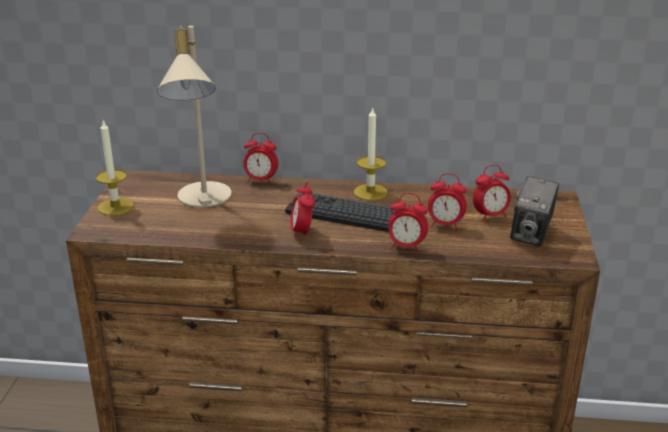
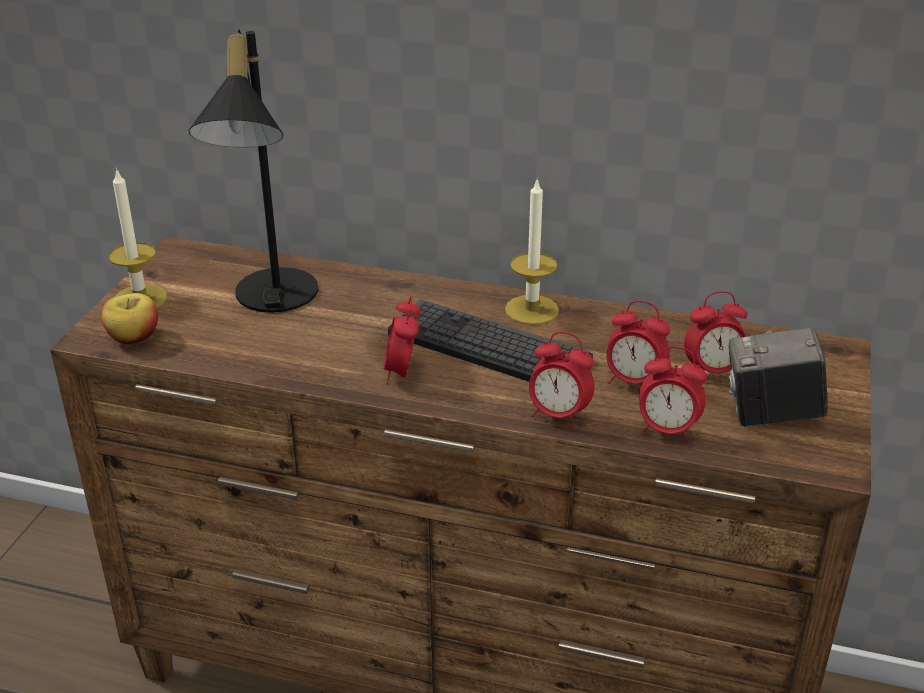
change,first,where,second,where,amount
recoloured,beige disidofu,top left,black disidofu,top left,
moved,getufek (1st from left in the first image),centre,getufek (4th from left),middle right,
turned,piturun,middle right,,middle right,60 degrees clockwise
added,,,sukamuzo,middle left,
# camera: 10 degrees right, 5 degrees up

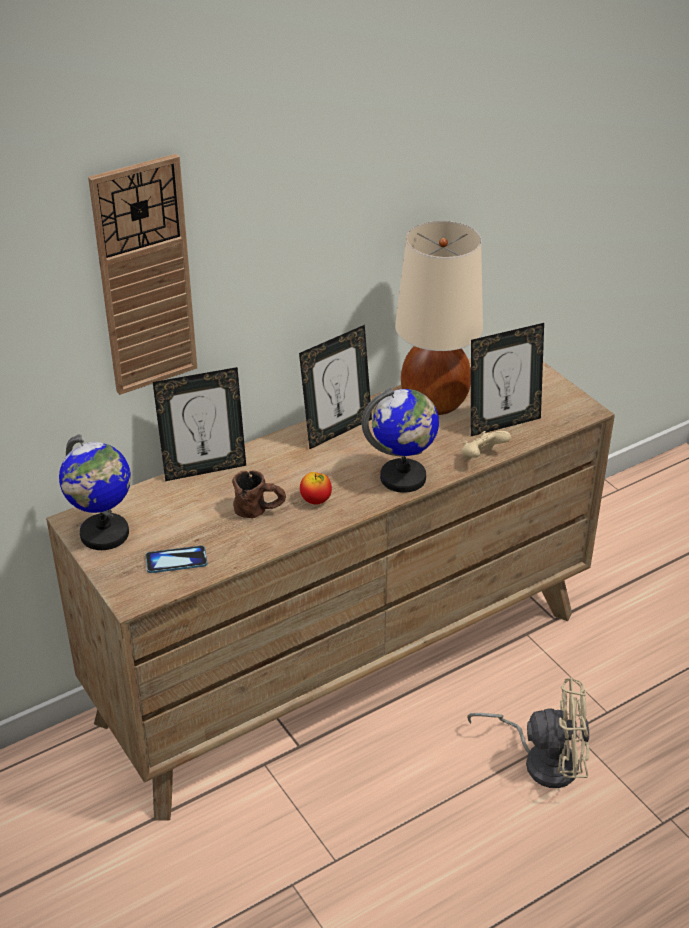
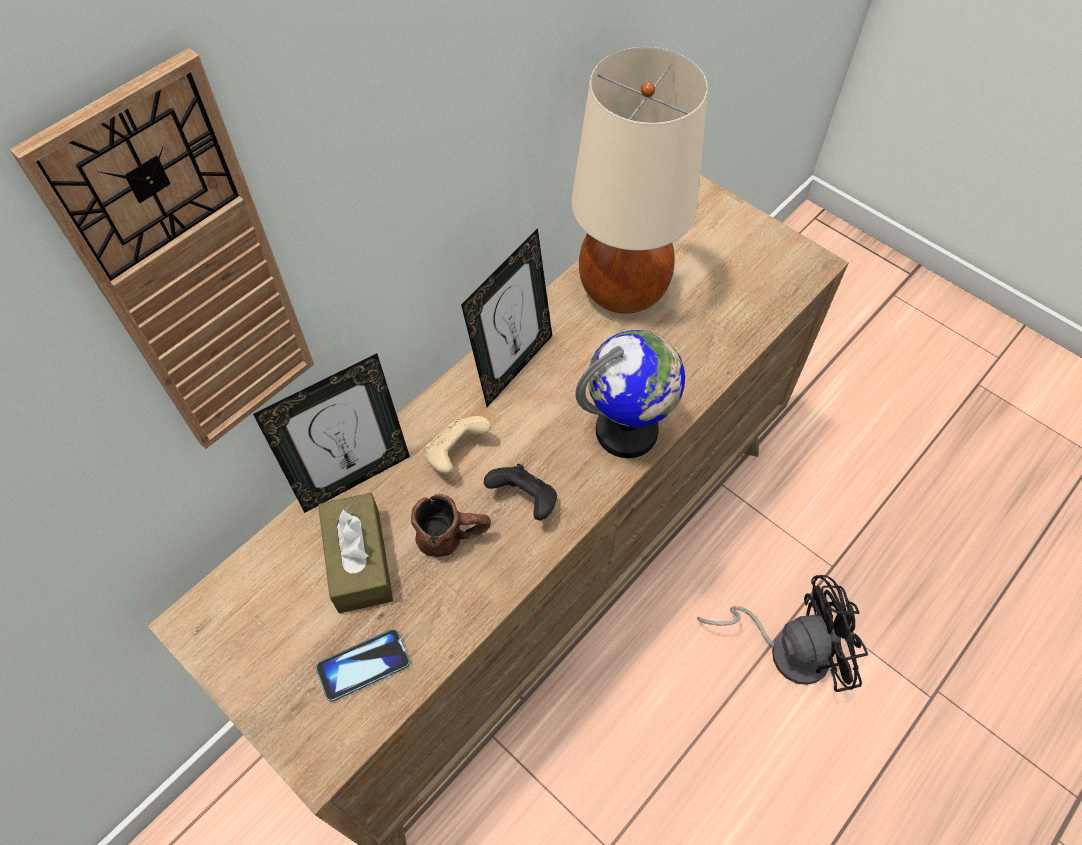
change,first,where,second,where,amount
removed,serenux (3rd from left),middle right,,,
moved,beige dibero,middle right,,centre,
removed,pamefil (1st from left),middle left,,,
replaced,sukamuzo,centre,black dibero,centre,
recoloured,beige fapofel,bottom right,black fapofel,bottom right,
added,,,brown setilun,middle left,
# camera: 15 degrees left, 20 degrees up

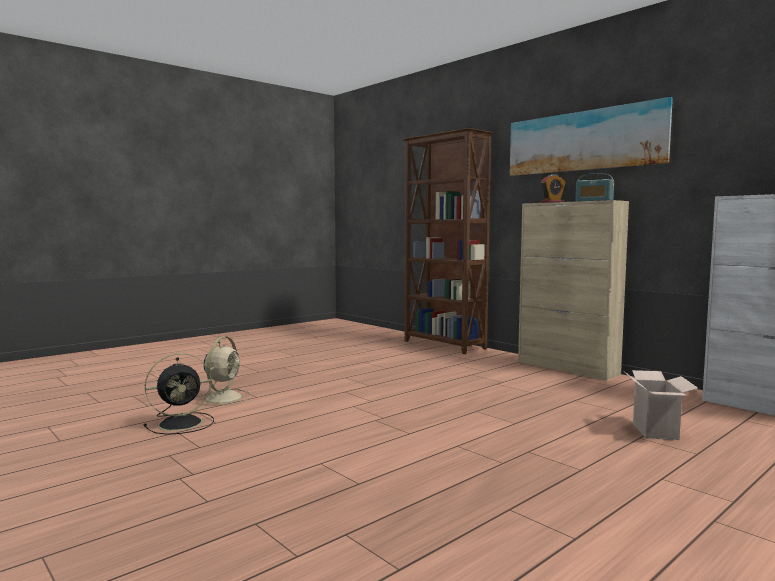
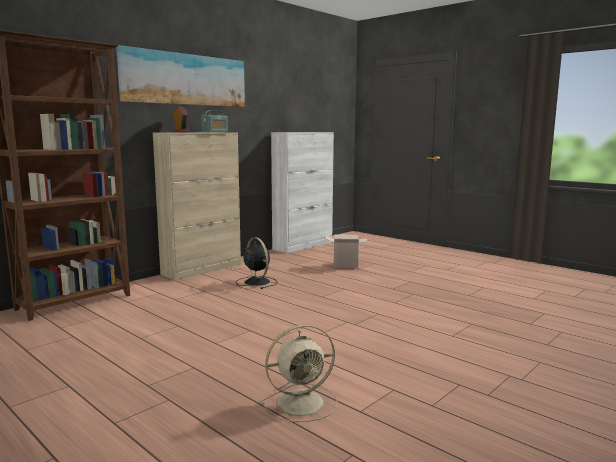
change,first,where,second,where,amount
turned,beige fapofel,middle left,,bottom centre,150 degrees clockwise
moved,black fapofel,bottom left,,centre,
# camera: 95 degrees left, 5 degrees up

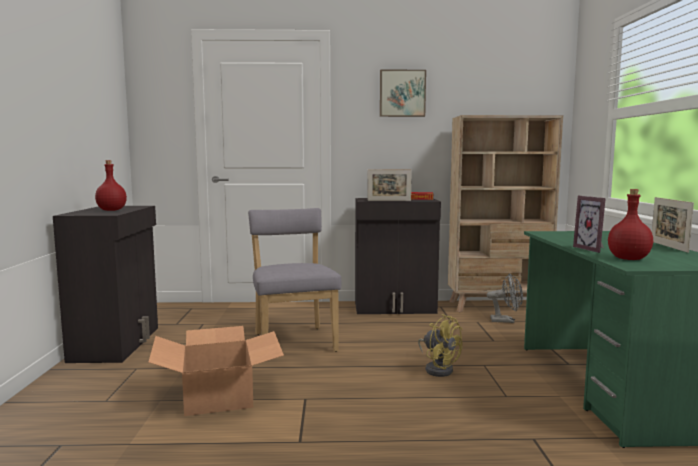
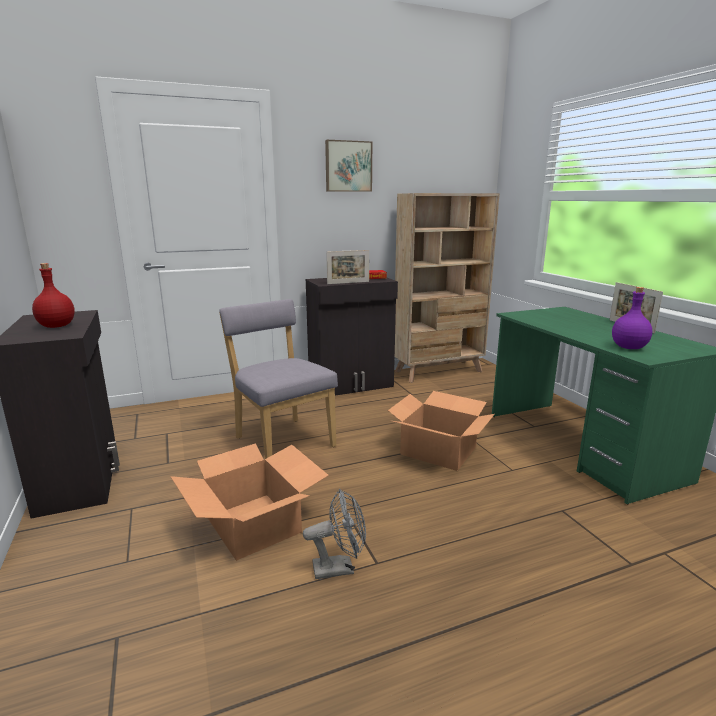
change,first,where,second,where,amount
recoloured,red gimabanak (2nd from left),middle right,purple gimabanak,middle right,
removed,serenux (2nd from left),middle right,,,
moved,grey fapofel,middle right,,bottom centre,
replaced,yellow fapofel,bottom centre,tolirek (2nd from left),centre,
# camera: 20 degrees left, 10 degrees up

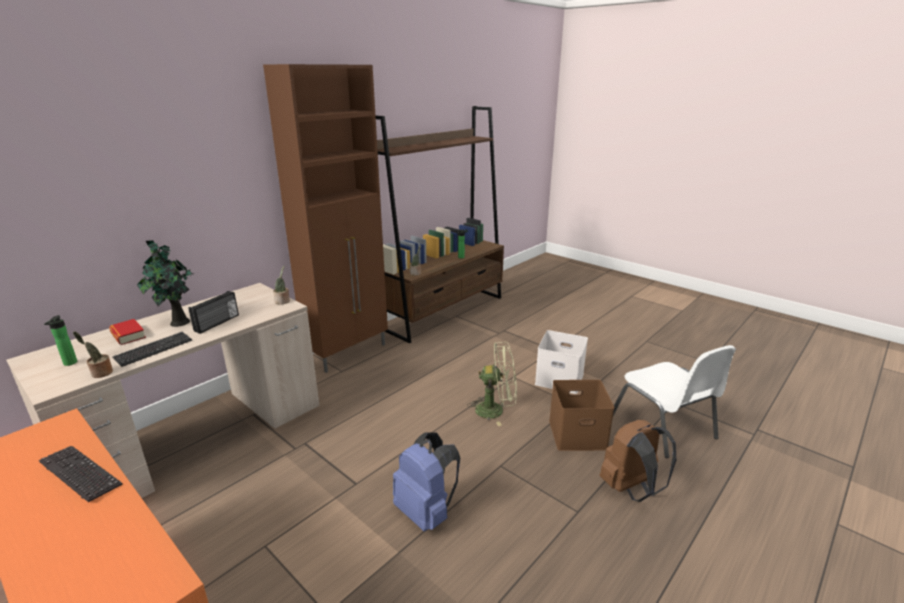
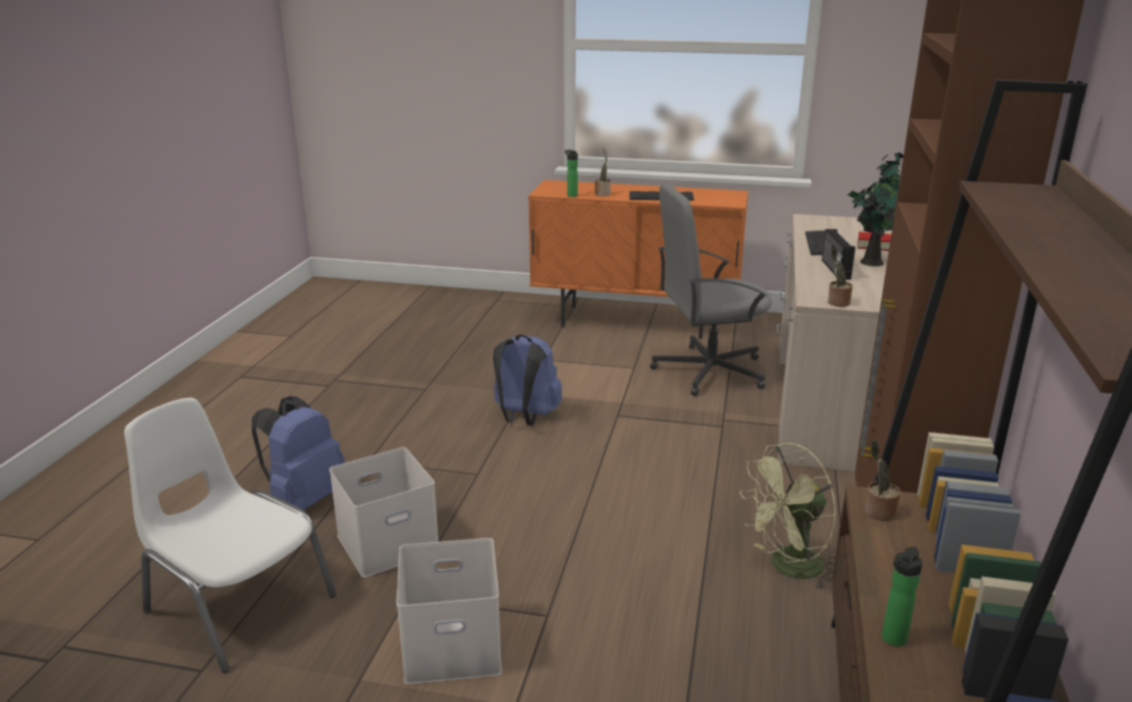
change,first,where,second,where,amount
moved,gimabanak (1st from left),middle left,,top centre,
moved,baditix (1st from left),middle left,,top centre,
moved,green fapofel,centre,,bottom right,
recoloured,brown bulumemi,bottom centre,white bulumemi (1st from left),bottom centre,
recoloured,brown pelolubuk,bottom right,blue pelolubuk (1st from left),middle left,
added,,,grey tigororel,centre,
# camera: 150 degrees right, 0 degrees up

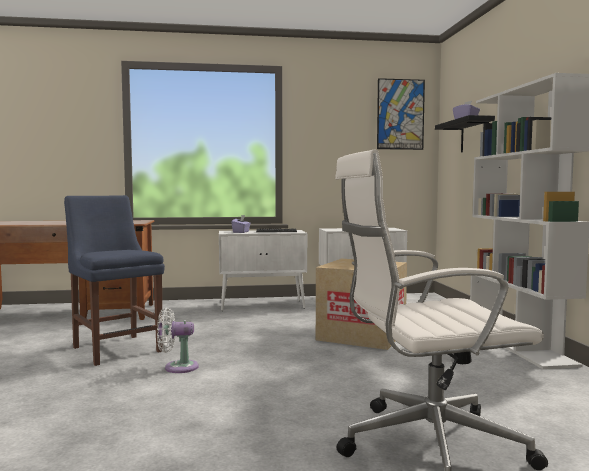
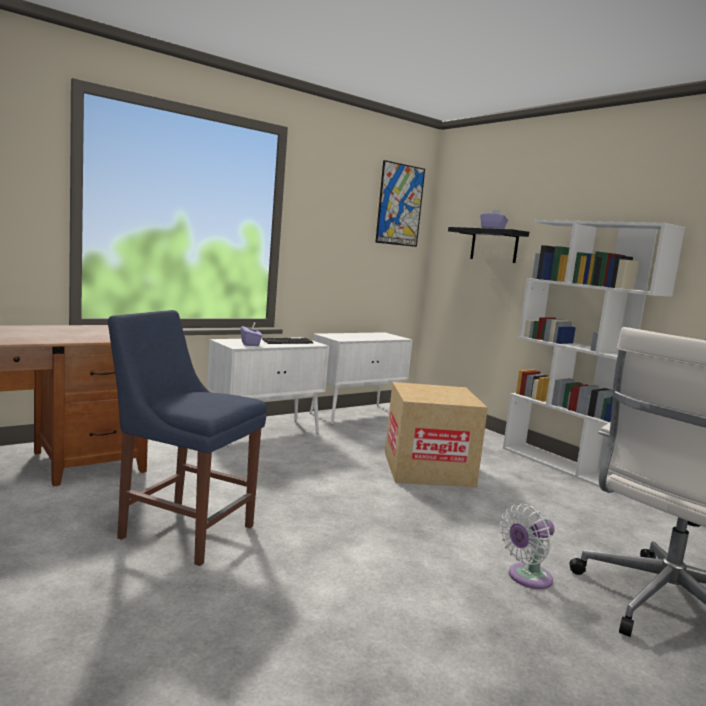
change,first,where,second,where,amount
moved,white fapofel,bottom left,,bottom right,
# camera: 30 degrees left, 5 degrees up

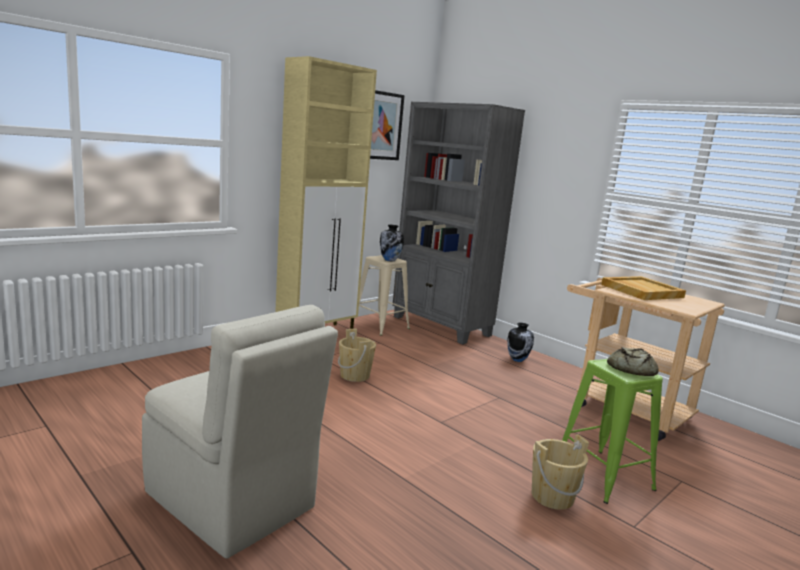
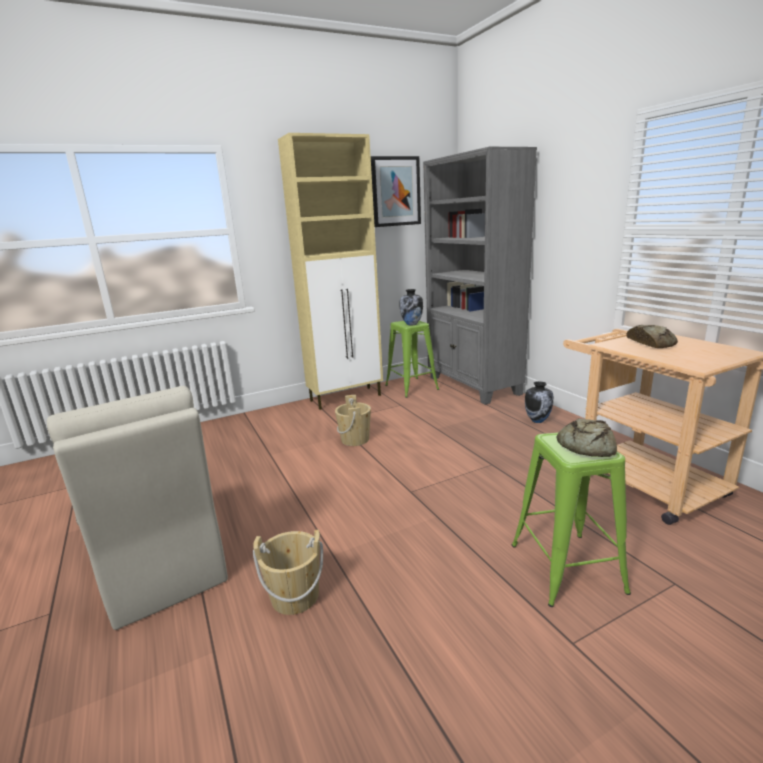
change,first,where,second,where,amount
recoloured,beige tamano,centre,green tamano (1st from left),centre,
replaced,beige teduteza,middle right,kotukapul (2nd from left),middle right,
moved,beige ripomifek (2nd from left in the first image),bottom right,beige ripomifek (1st from left),bottom centre,
# camera: 20 degrees right, 5 degrees up

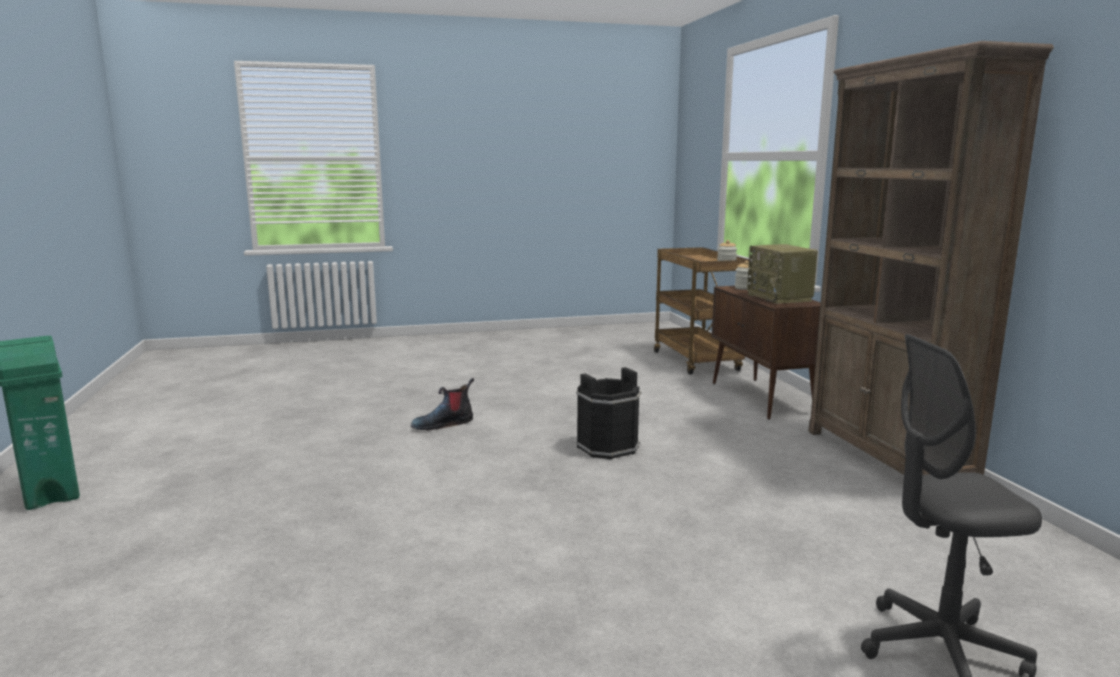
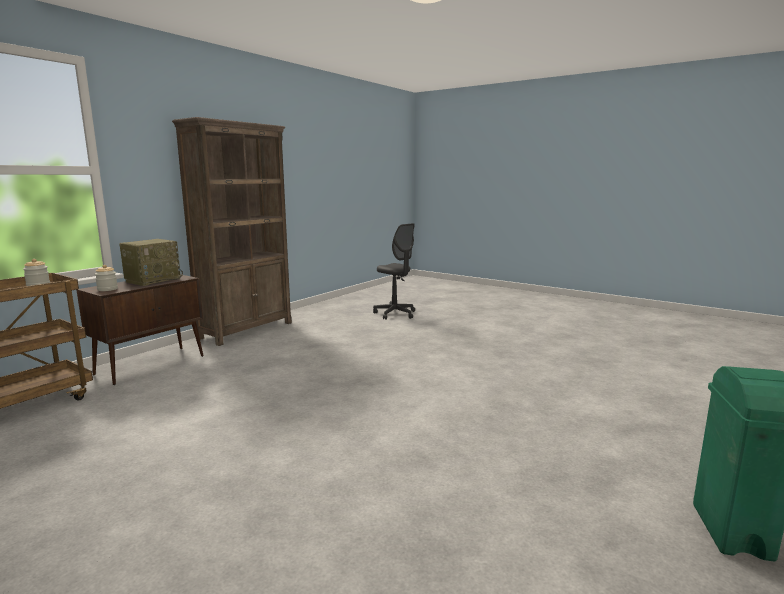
change,first,where,second,where,amount
removed,black ripomifek,centre,,,
removed,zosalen,centre,,,
# camera: 130 degrees left, 0 degrees up

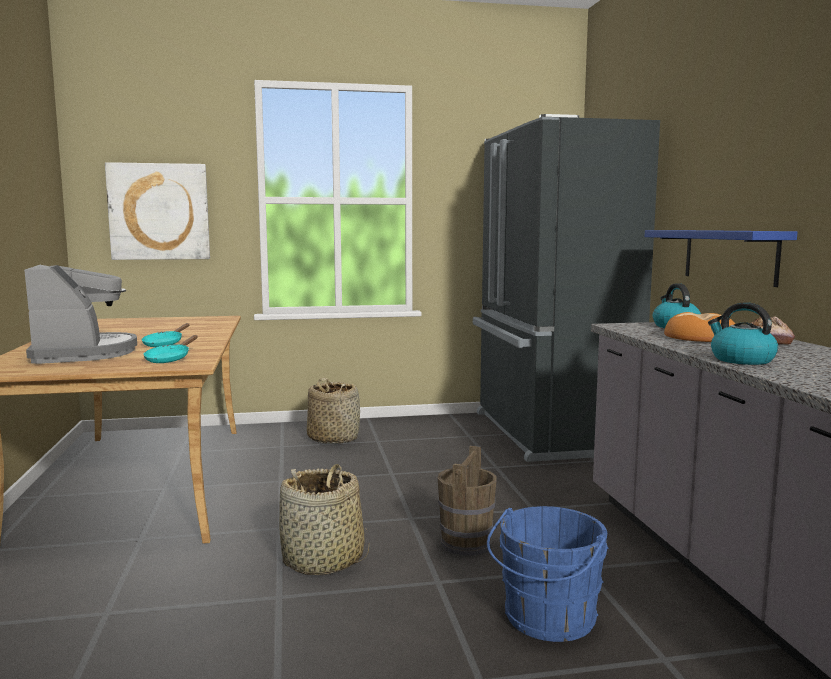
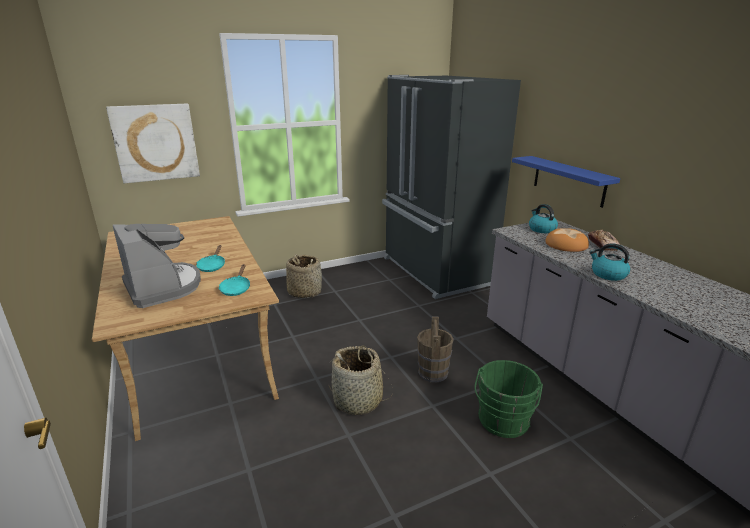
change,first,where,second,where,amount
recoloured,blue ripomifek,bottom centre,green ripomifek,bottom right,
# camera: 15 degrees left, 15 degrees up

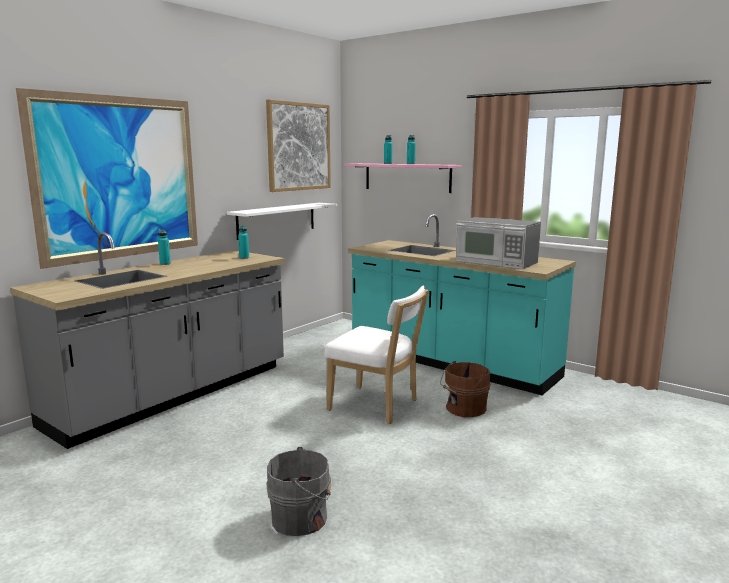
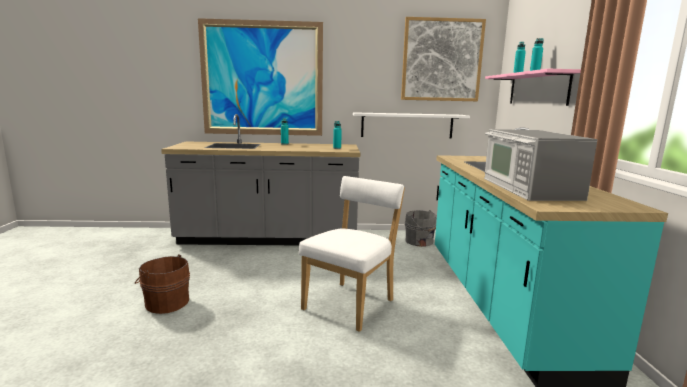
change,first,where,second,where,amount
turned,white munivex,centre,,centre,135 degrees counterclockwise
moved,brown ripomifek,bottom centre,,bottom left,
moved,grey ripomifek,bottom centre,,centre,
# camera: 50 degrees right, 0 degrees up

